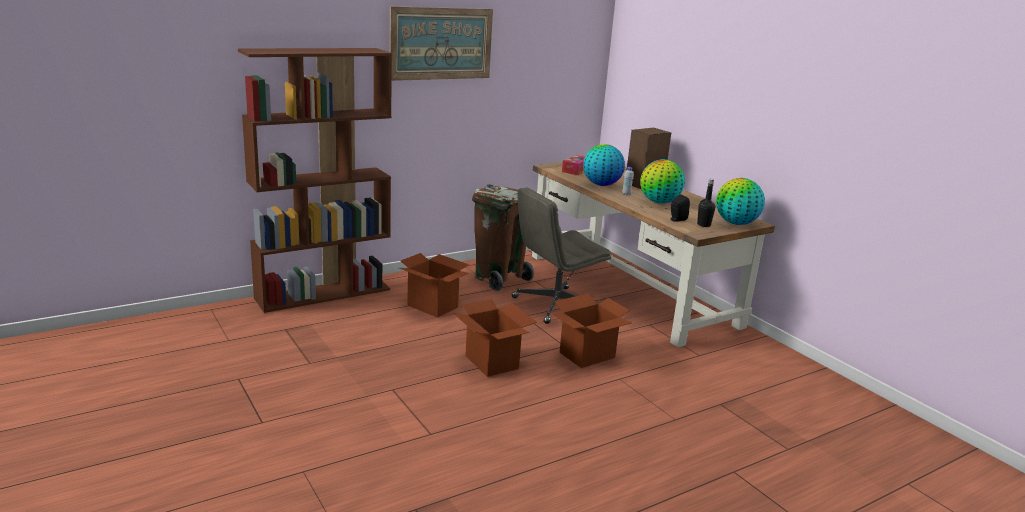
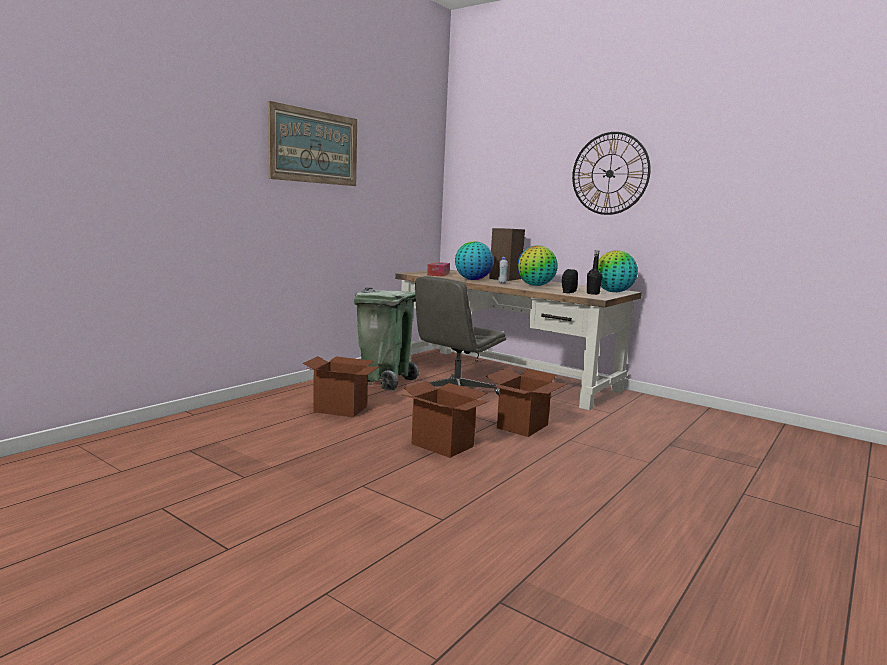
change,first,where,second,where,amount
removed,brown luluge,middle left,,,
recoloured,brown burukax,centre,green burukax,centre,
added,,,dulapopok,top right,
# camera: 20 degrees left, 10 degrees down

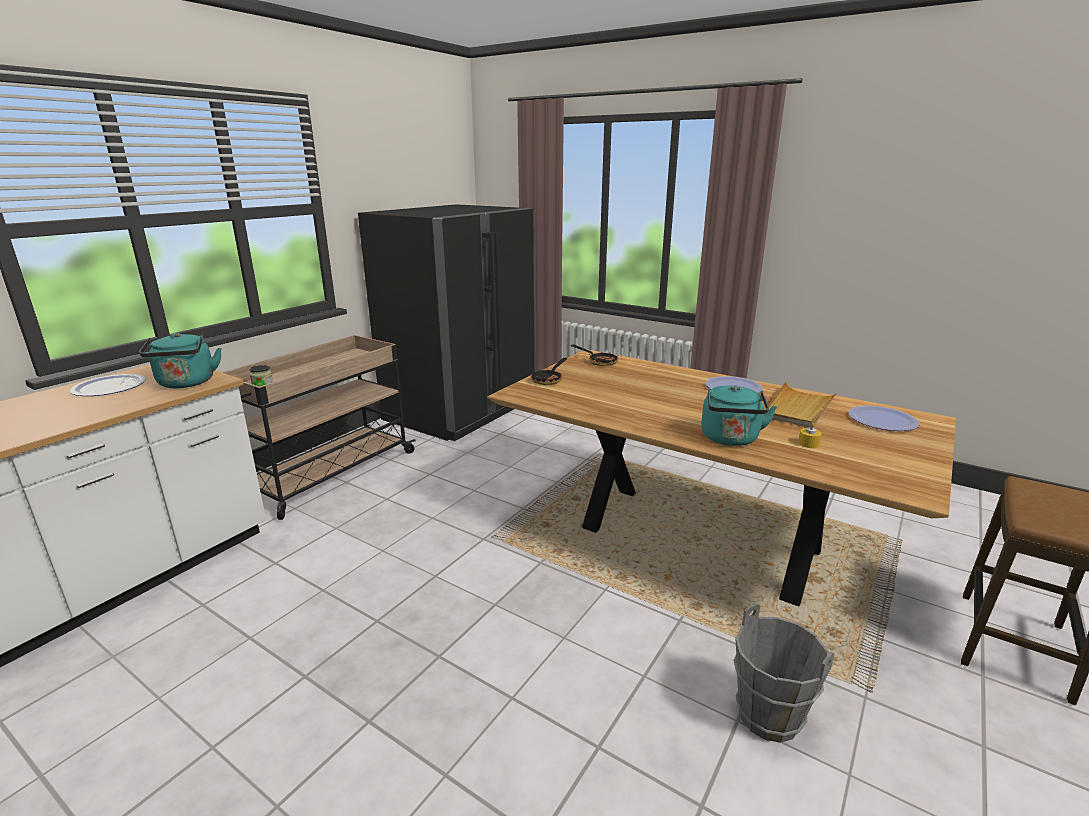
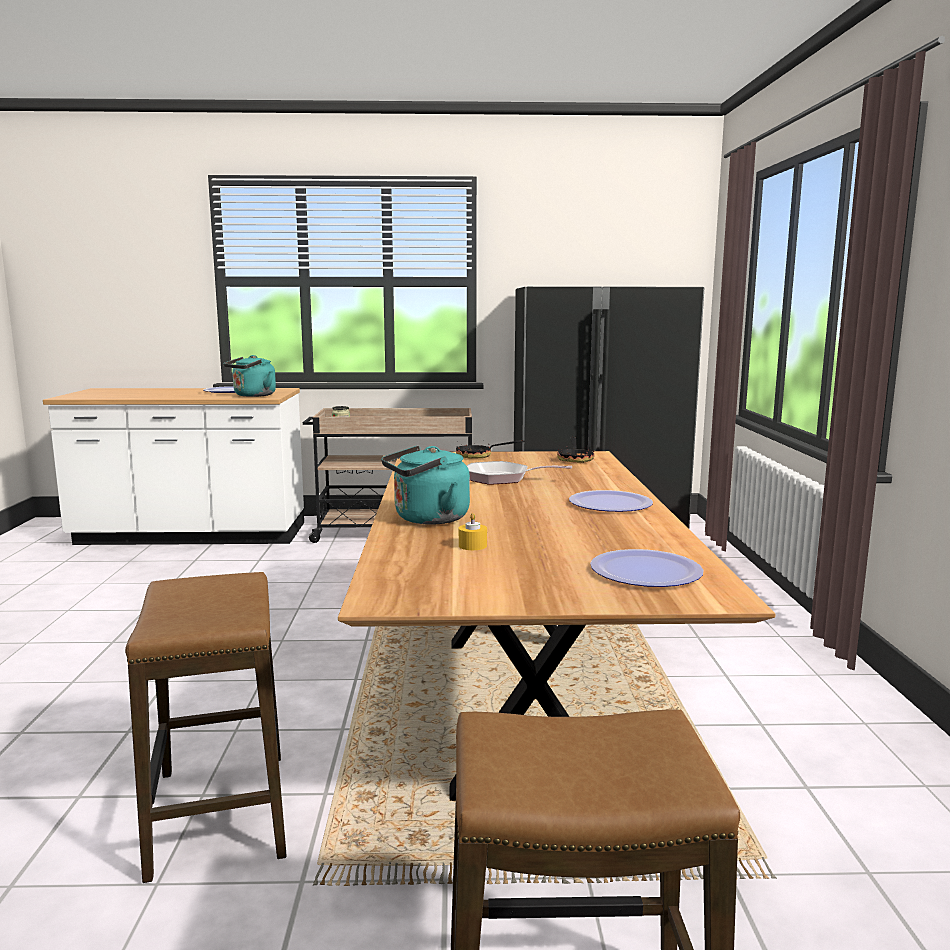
change,first,where,second,where,amount
removed,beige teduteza,middle right,,,
replaced,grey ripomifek,bottom right,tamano (1st from left),bottom left,
added,,,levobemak (2nd from left),centre,
# camera: 55 degrees right, 10 degrees down

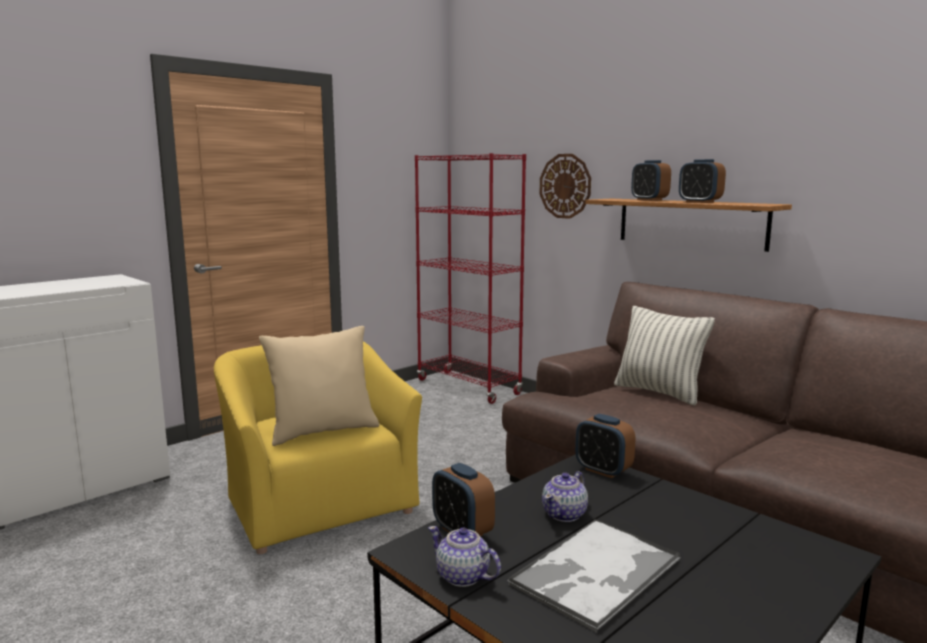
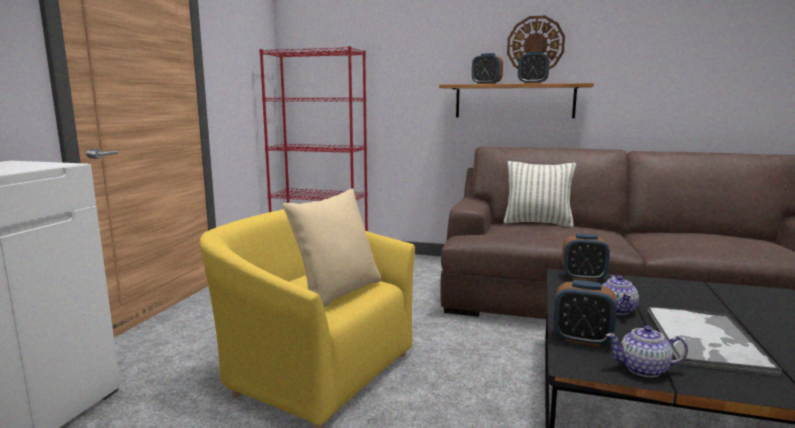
change,first,where,second,where,amount
moved,dulapopok,top centre,,top right,
# camera: 30 degrees left, 0 degrees up

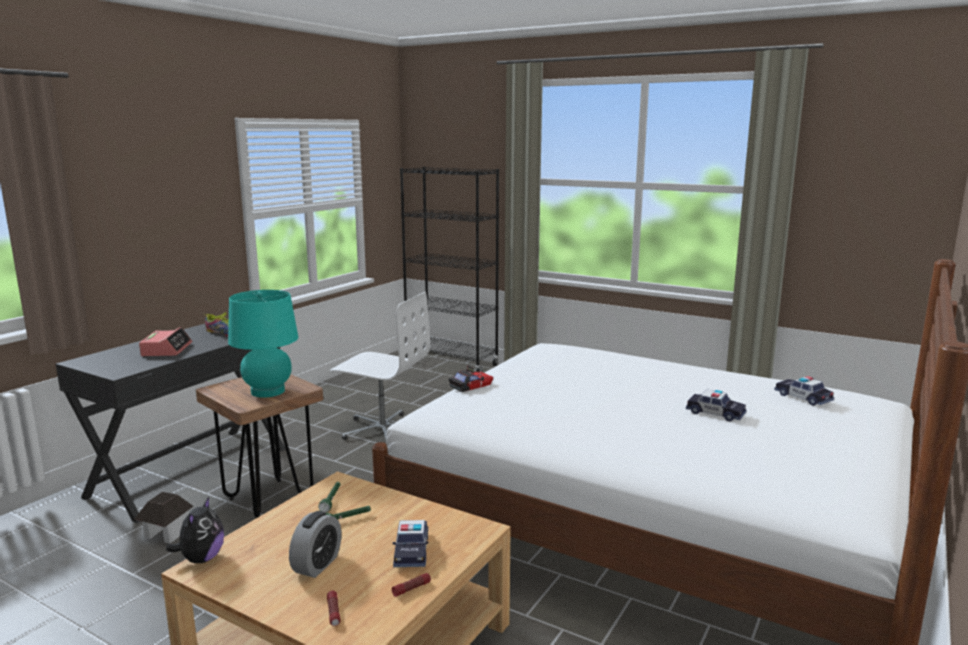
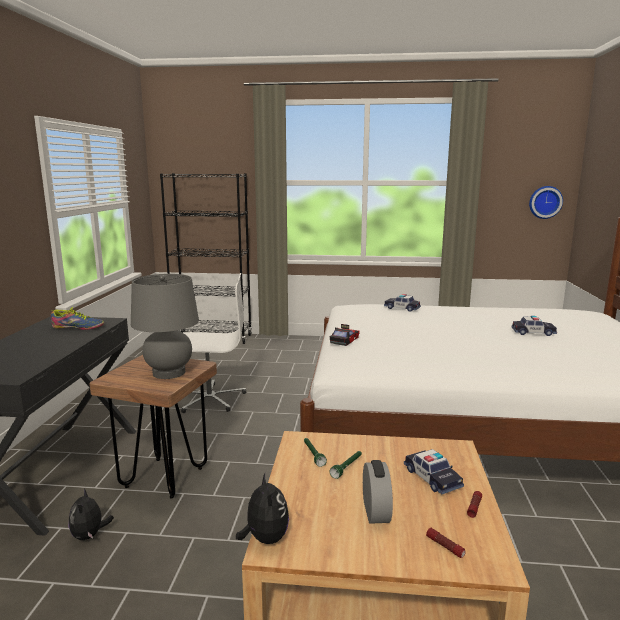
change,first,where,second,where,amount
recoloured,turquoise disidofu,middle left,grey disidofu,middle left,
removed,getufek (1st from left),middle left,,,
moved,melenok (4th from left in the first image),middle right,melenok (2nd from left),centre,
replaced,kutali,bottom left,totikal (1st from left),bottom left,
added,,,dulapopok,top right,
# camera: 25 degrees left, 0 degrees up

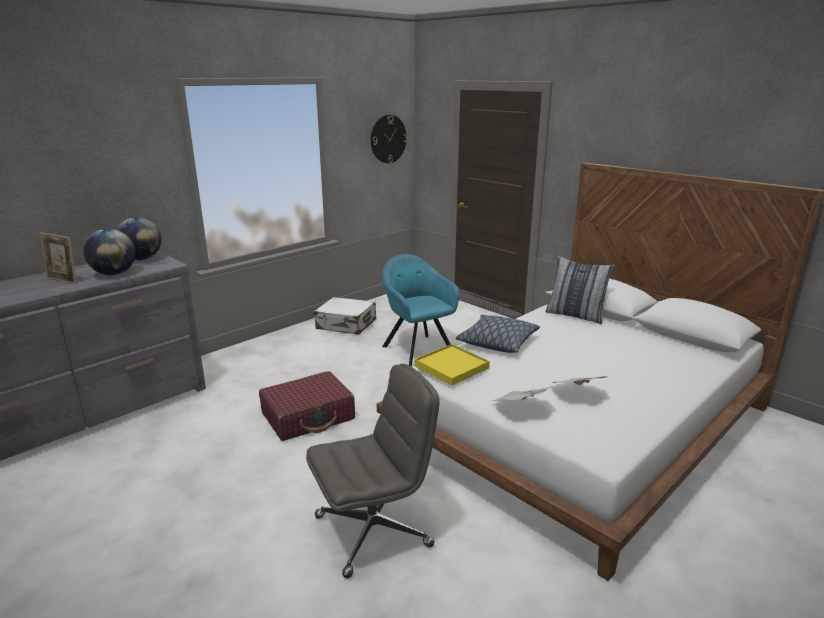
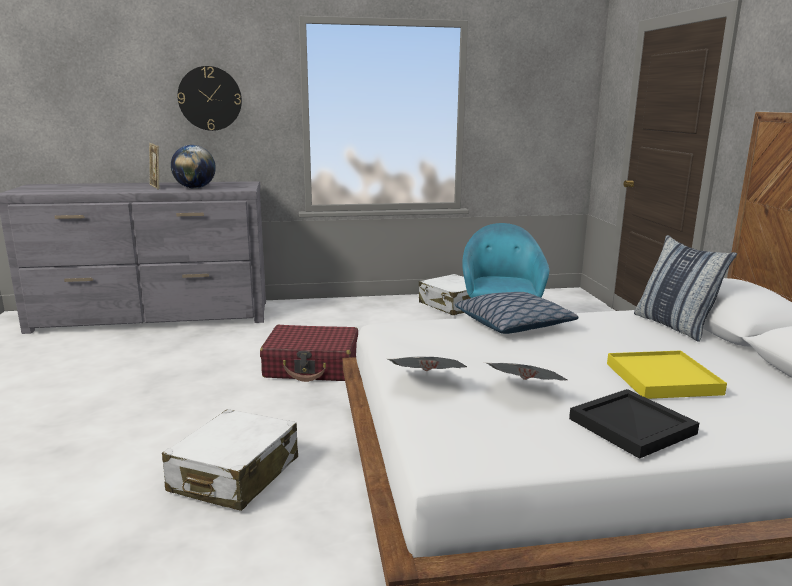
change,first,where,second,where,amount
moved,dulapopok,top centre,,top left,
removed,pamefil (2nd from left),middle left,,,
moved,yellow teduteza,centre,,middle right,
replaced,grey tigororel,bottom centre,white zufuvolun (1st from left),bottom left,
added,,,black teduteza,bottom right,
# camera: 35 degrees right, 5 degrees down

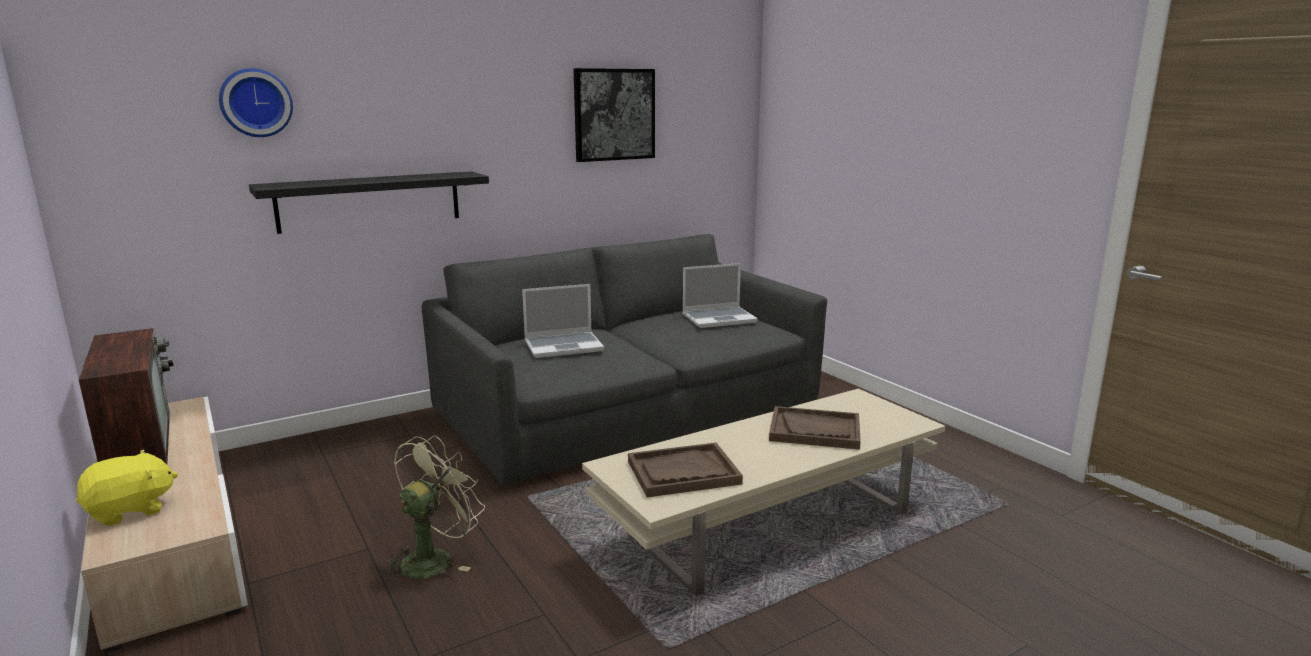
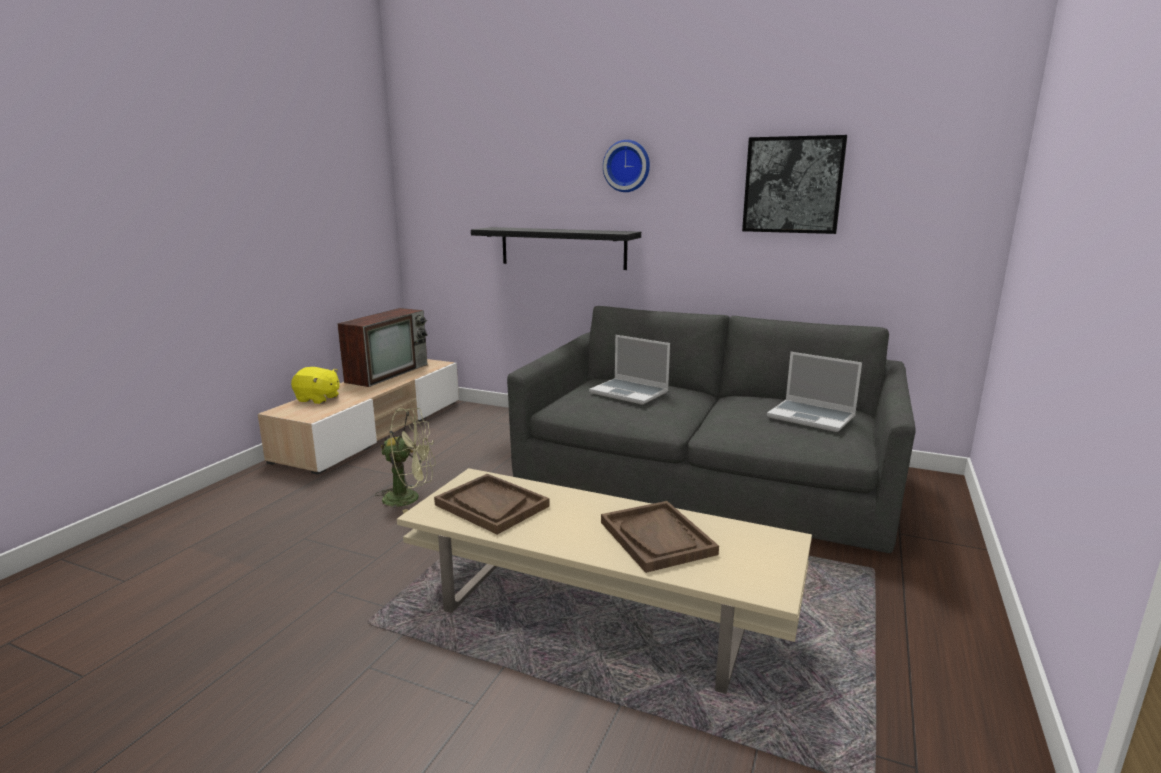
change,first,where,second,where,amount
moved,dulapopok,top left,,top centre,
# camera: 55 degrees right, 0 degrees up

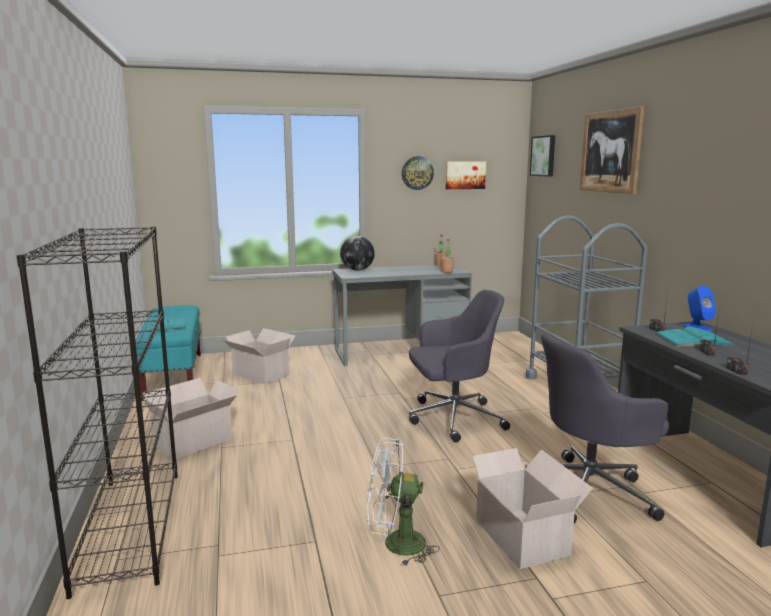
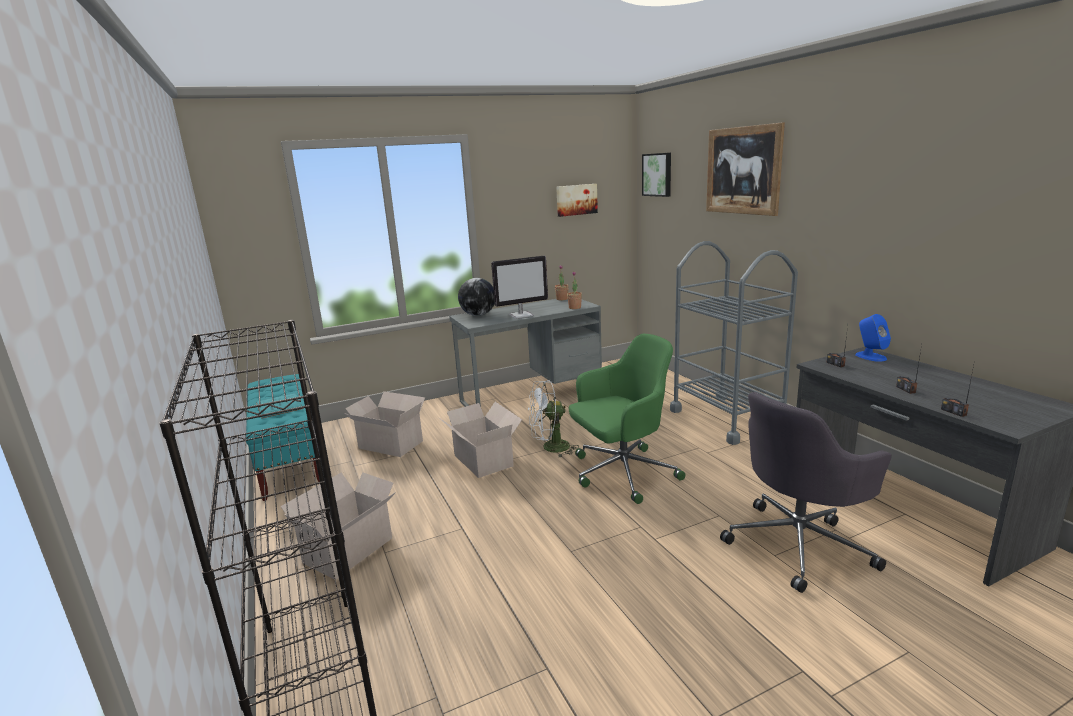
change,first,where,second,where,amount
removed,dulapopok,top centre,,,
recoloured,grey tigororel (1st from left),centre,green tigororel,centre,
removed,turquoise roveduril (2nd from left),middle right,,,
moved,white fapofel,bottom centre,,centre,
moved,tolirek (3rd from left),bottom right,,centre,
added,,,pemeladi,centre,
# camera: 10 degrees left, 5 degrees up

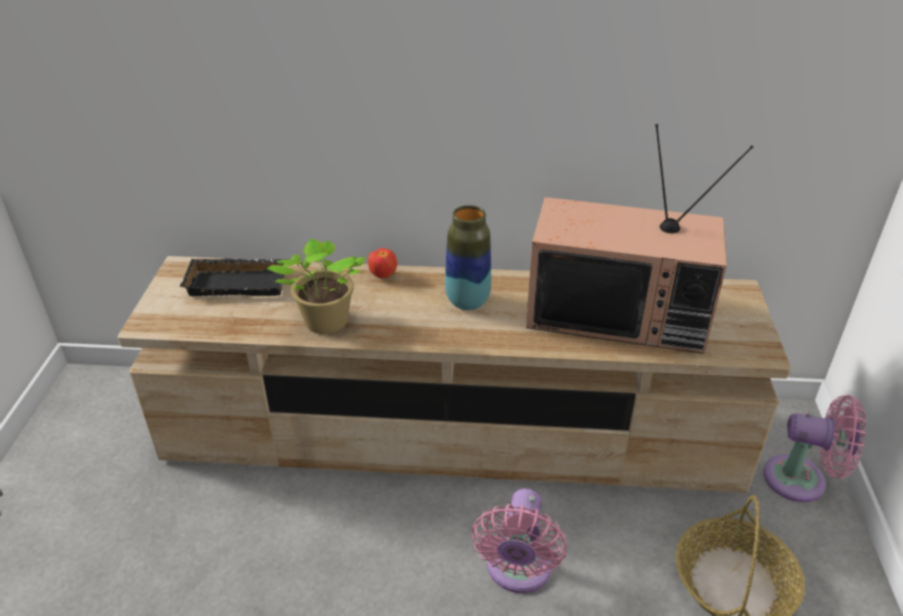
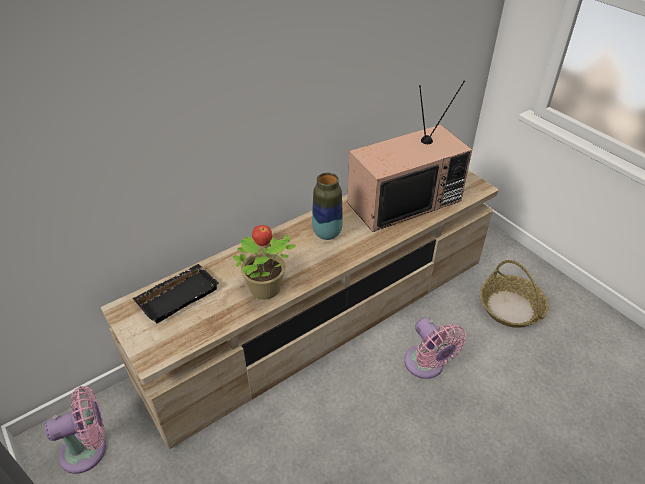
change,first,where,second,where,amount
moved,pink fapofel (2nd from left in the first image),bottom right,pink fapofel (1st from left),bottom left,
# camera: 40 degrees left, 5 degrees up

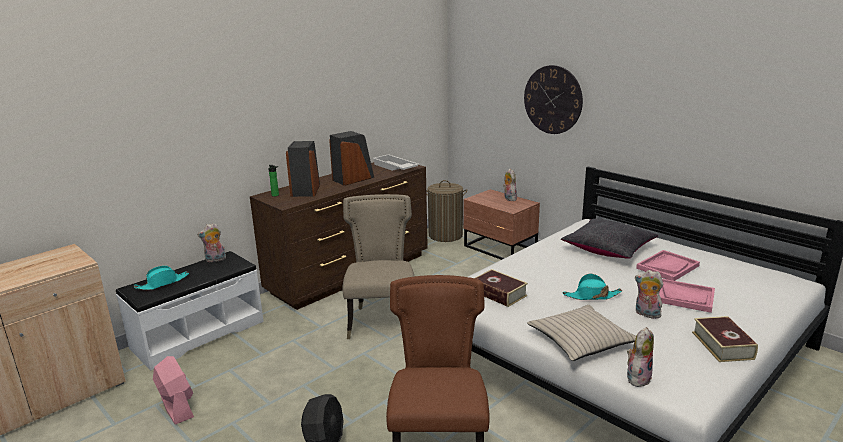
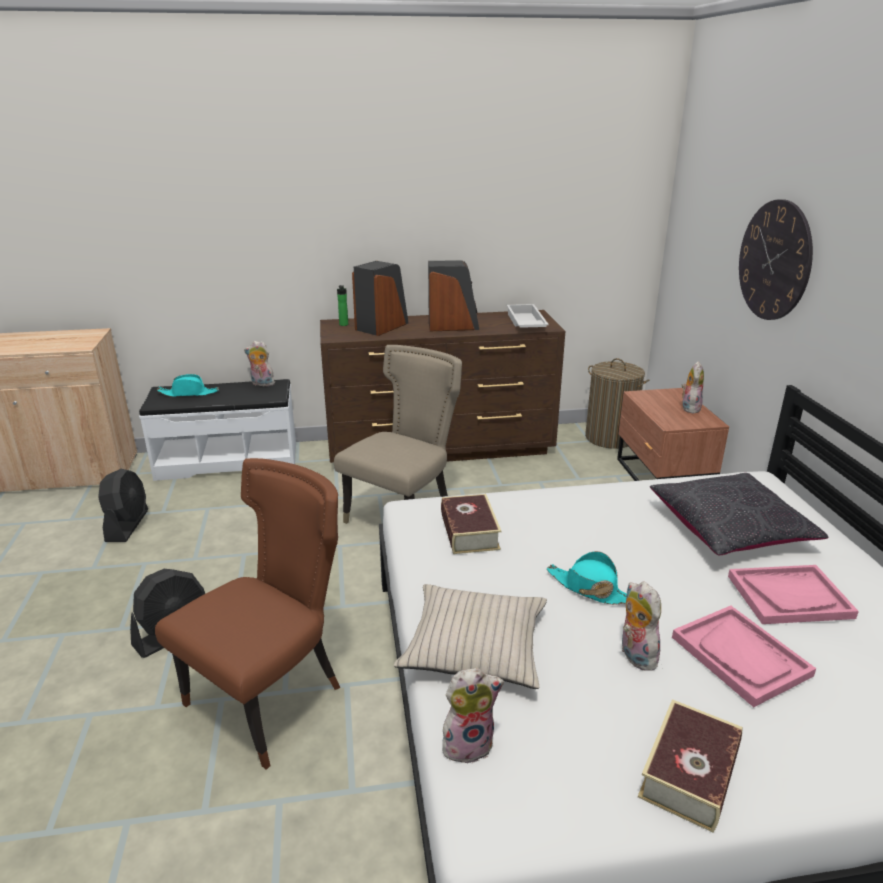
change,first,where,second,where,amount
recoloured,pink fapofel,bottom left,black fapofel (1st from left),middle left,
# camera: 35 degrees right, 5 degrees up

